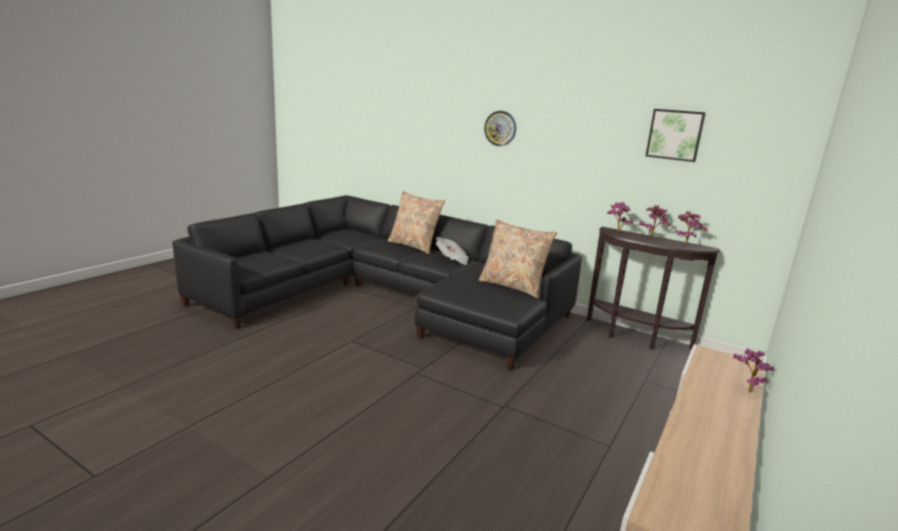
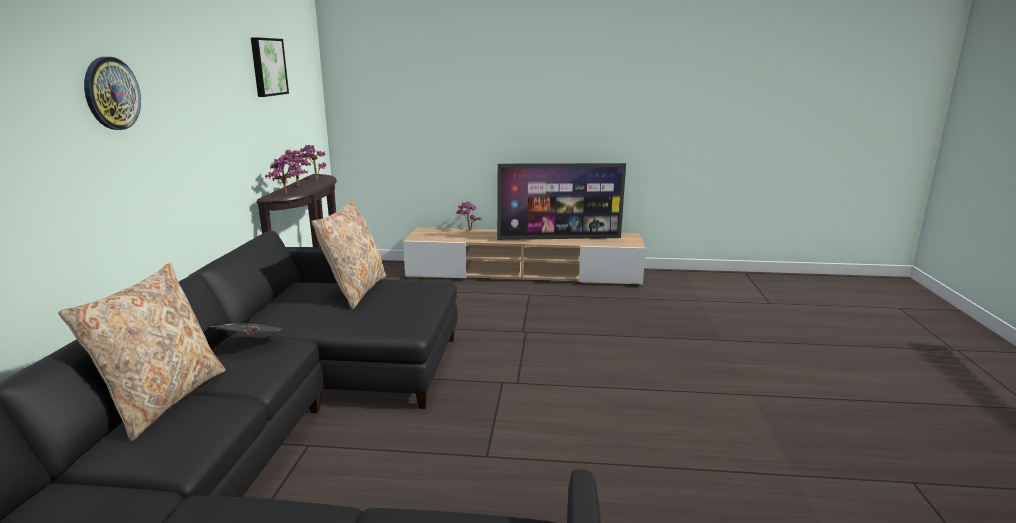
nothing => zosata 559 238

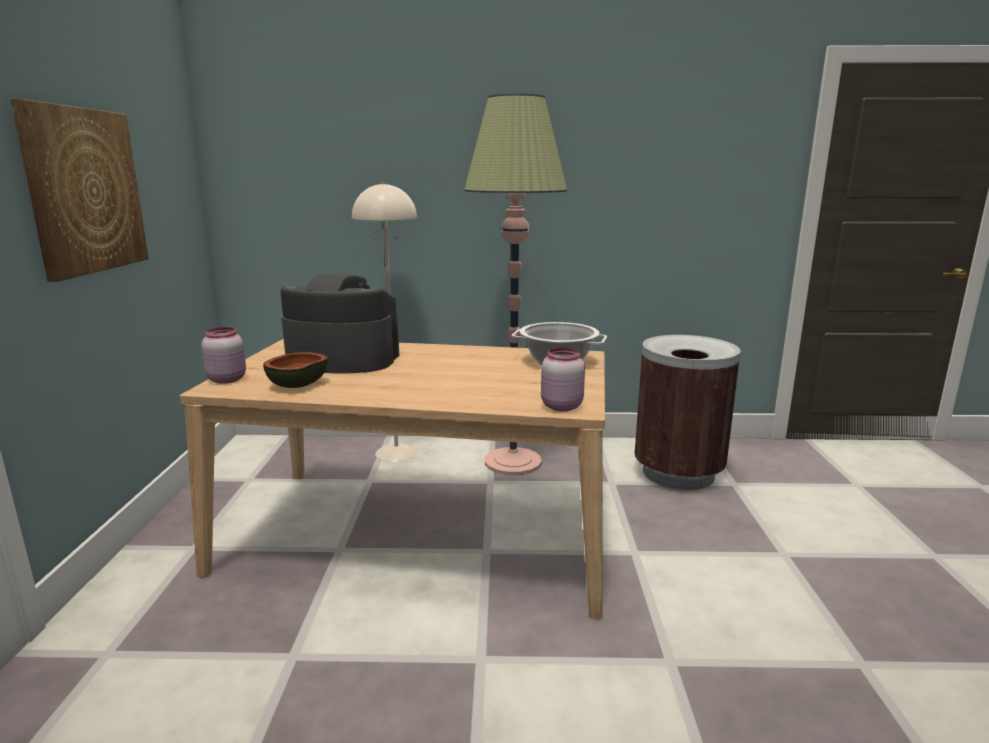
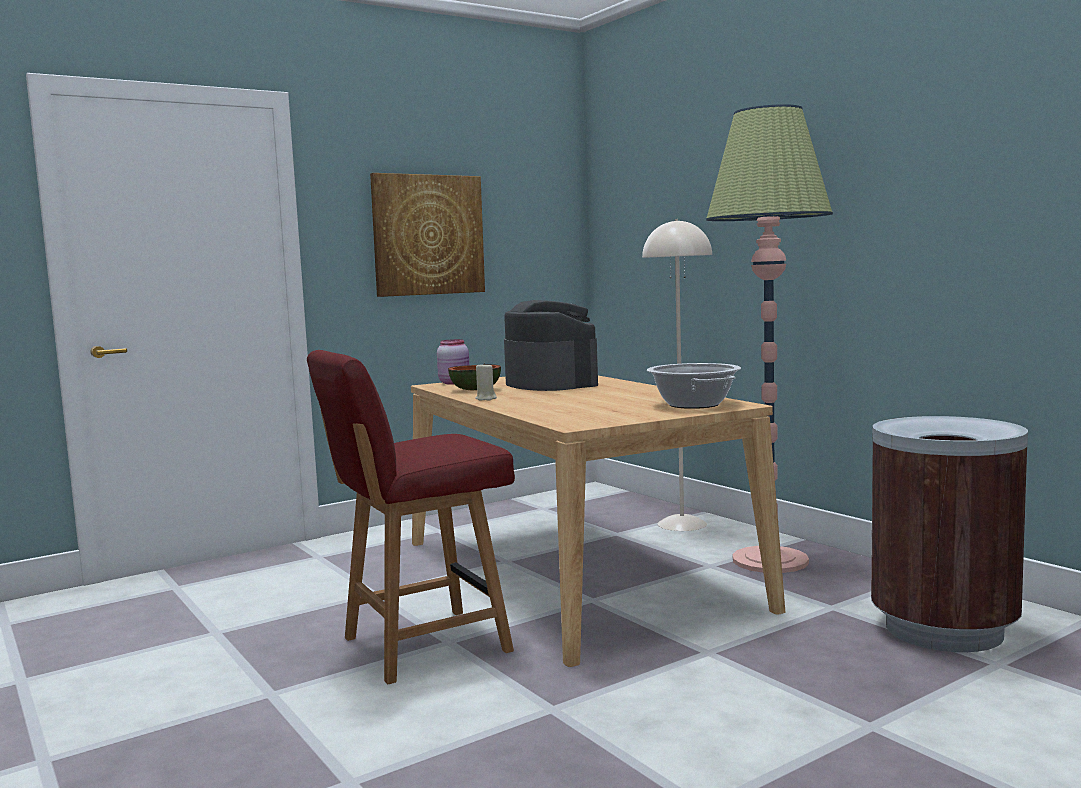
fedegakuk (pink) 560 406 => nothing
nothing => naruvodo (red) 422 645
nothing => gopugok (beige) 486 399

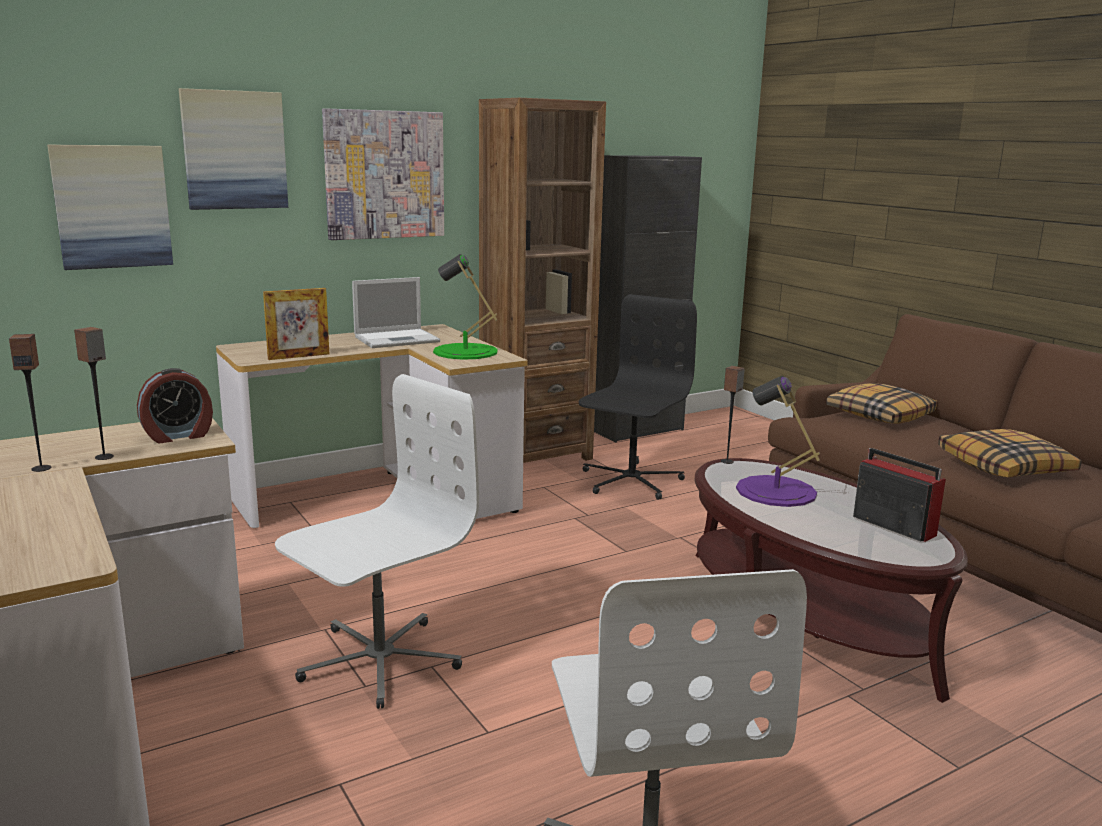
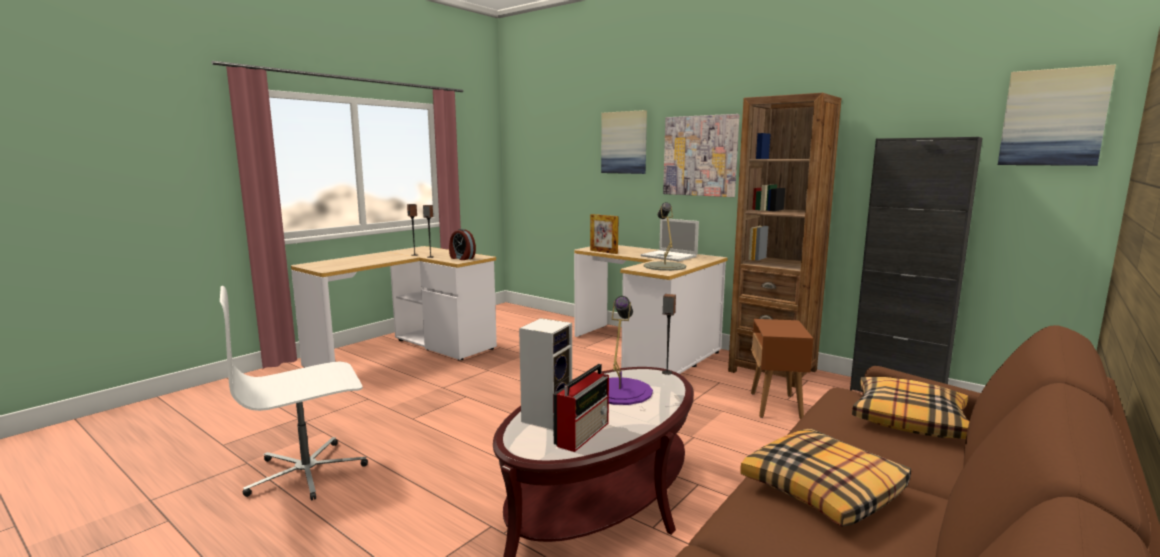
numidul 112 206 => numidul 1053 118, moved
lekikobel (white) 378 660 => nothing
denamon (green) 465 351 => denamon (grey) 664 266
lekikobel (black) 630 481 => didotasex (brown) 776 406
nothing => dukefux 547 416

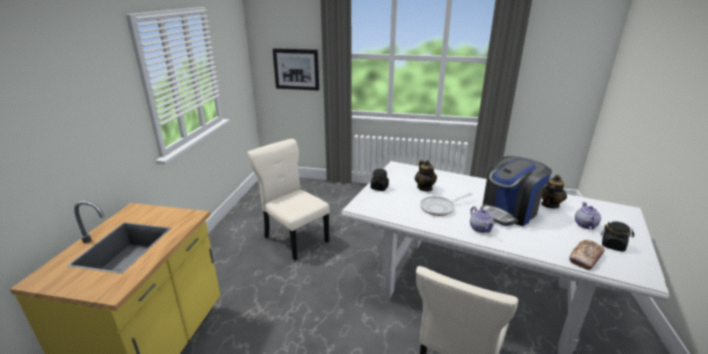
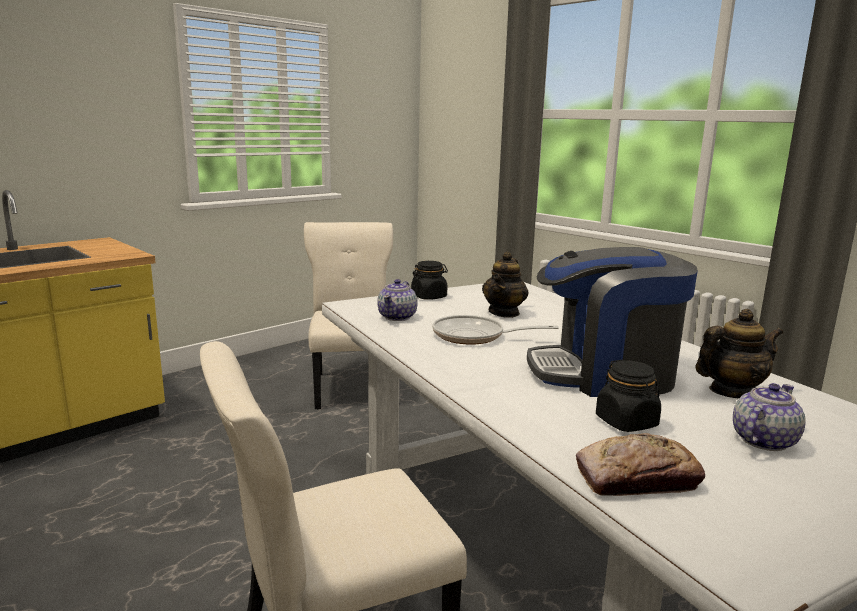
numidul 296 69 => nothing
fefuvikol 480 228 => fefuvikol 398 317, moved
fedegakuk (black) 613 245 => fedegakuk (black) 626 422, moved

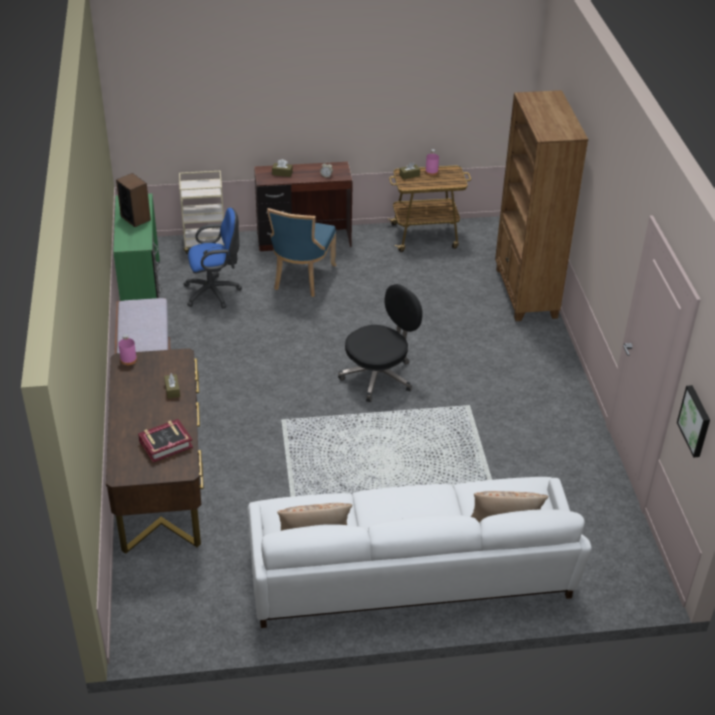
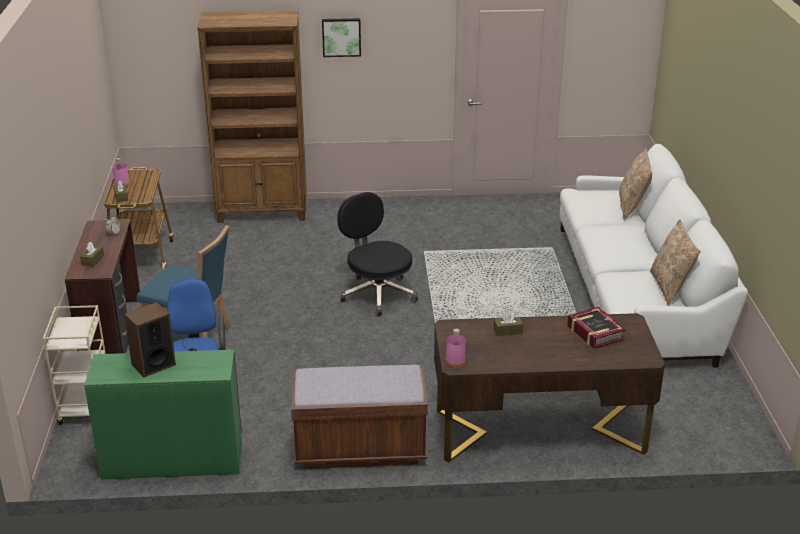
numidul 696 421 => numidul 341 37, moved

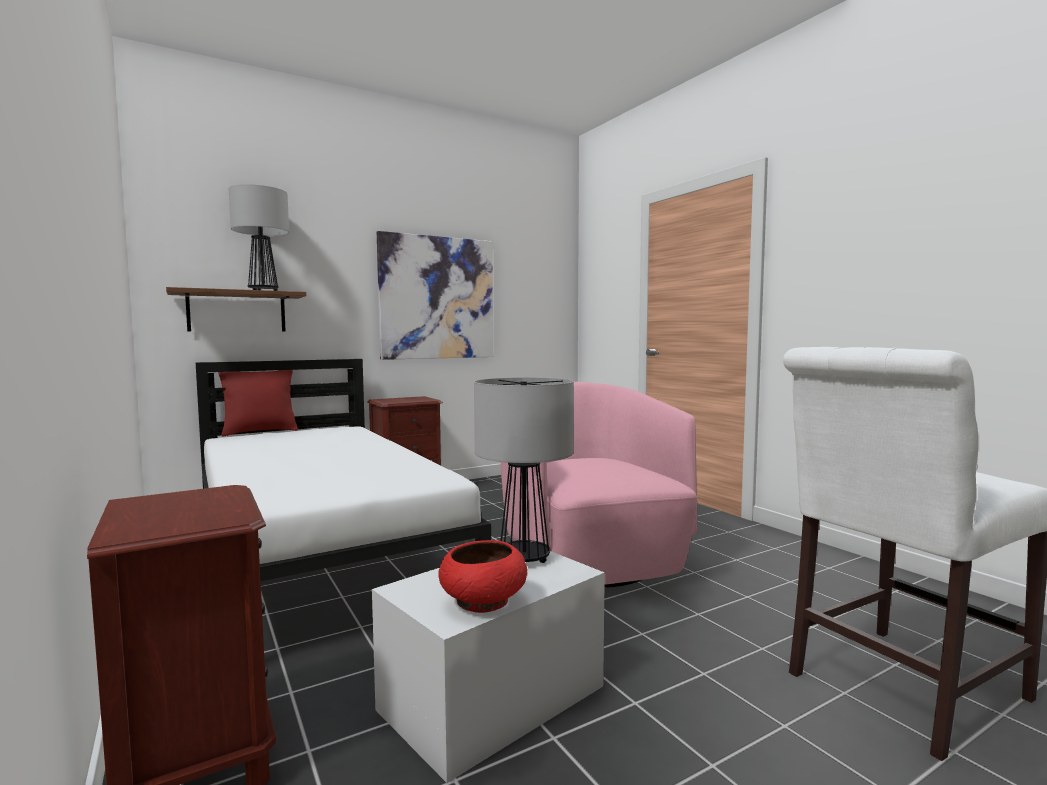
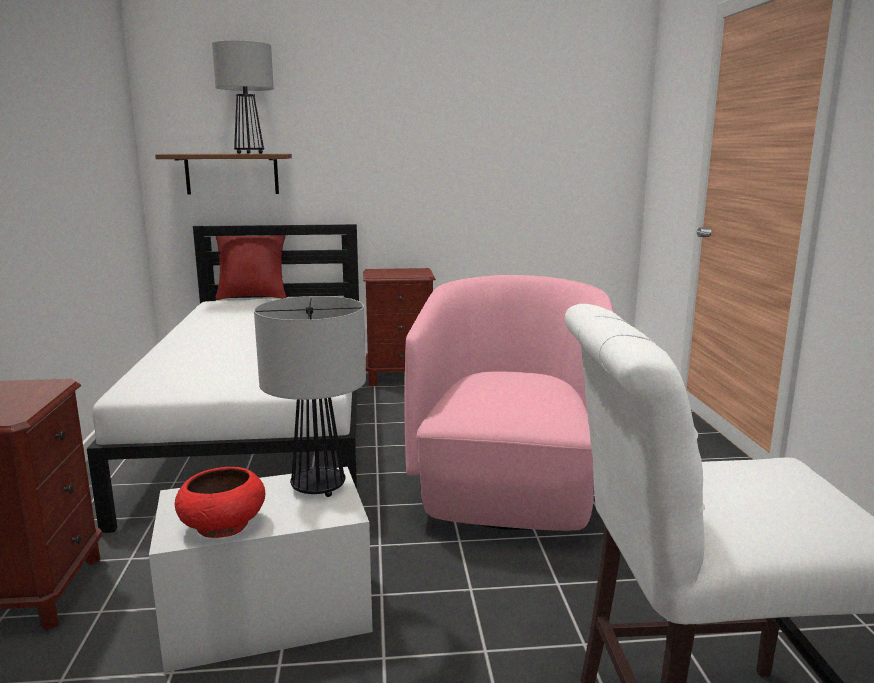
numidul 437 298 => nothing

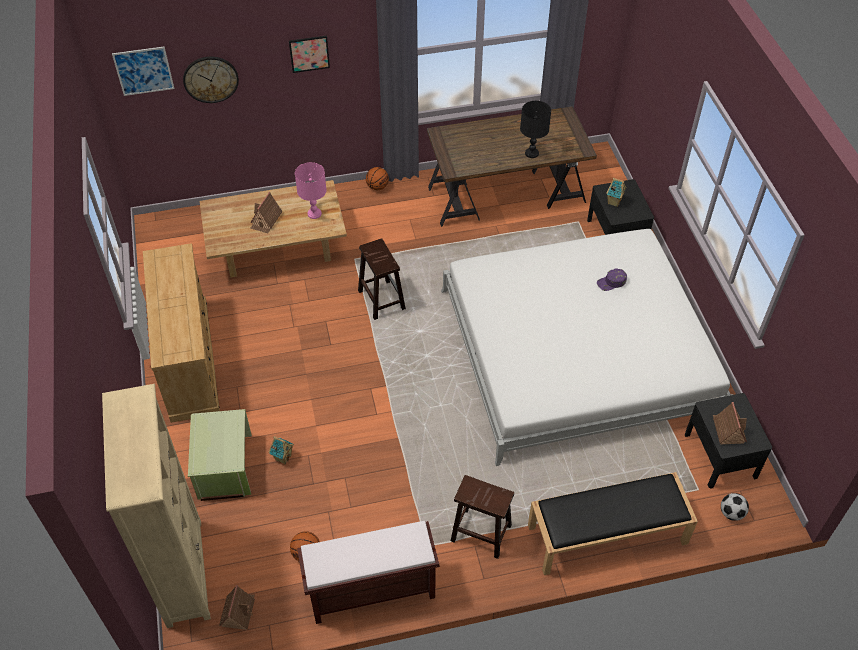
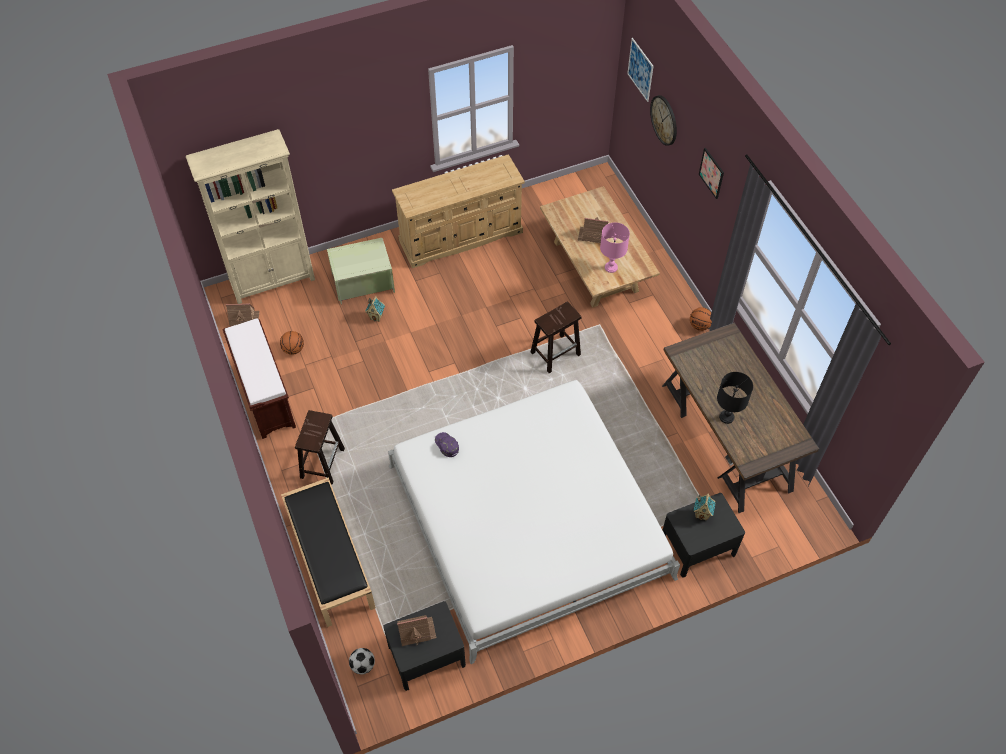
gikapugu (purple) 611 282 => gikapugu (purple) 446 445, moved

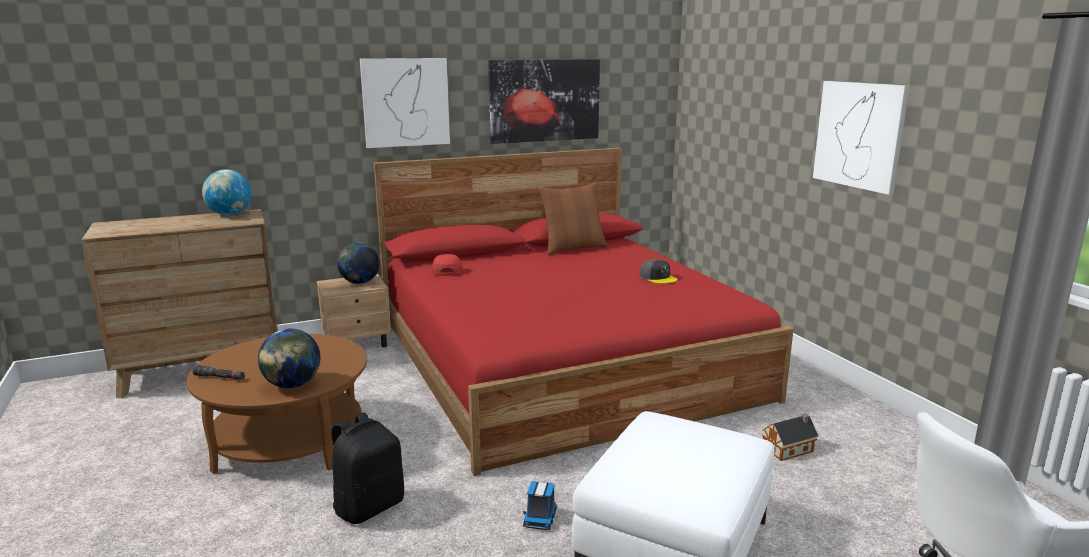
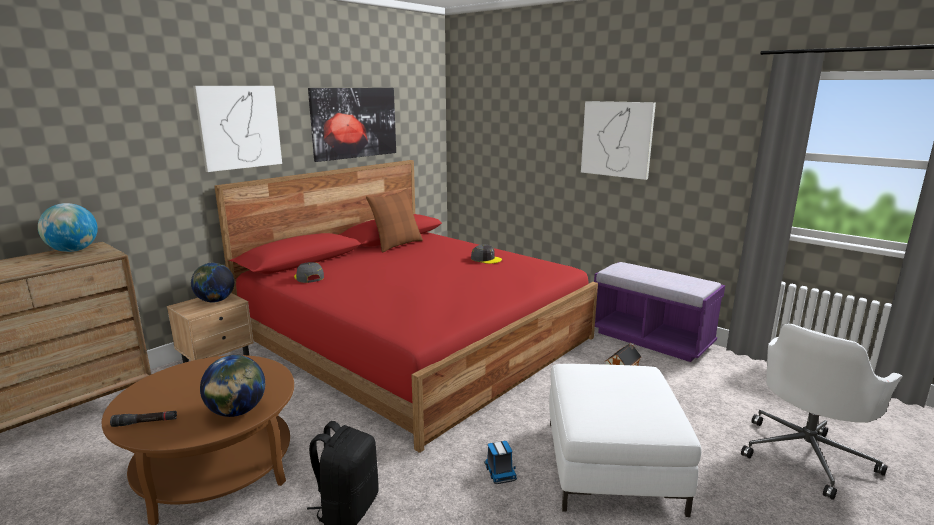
gikapugu (red) 446 270 => gikapugu (grey) 308 277
nothing => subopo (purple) 651 339

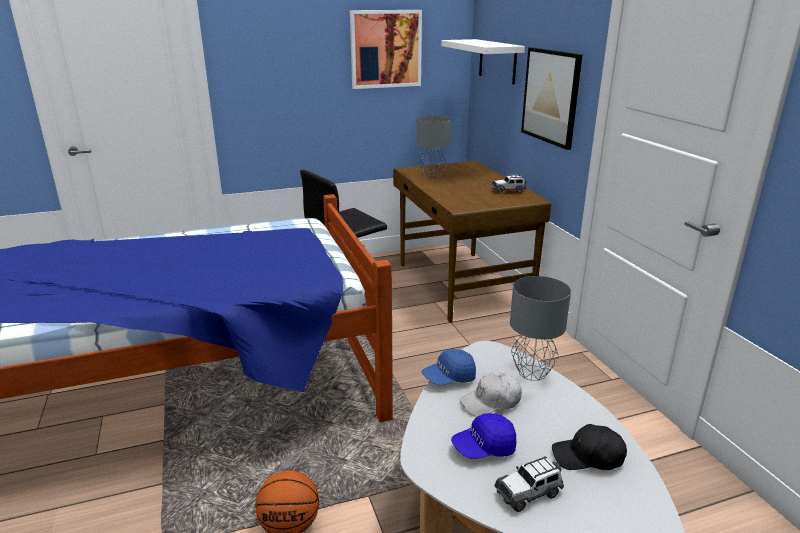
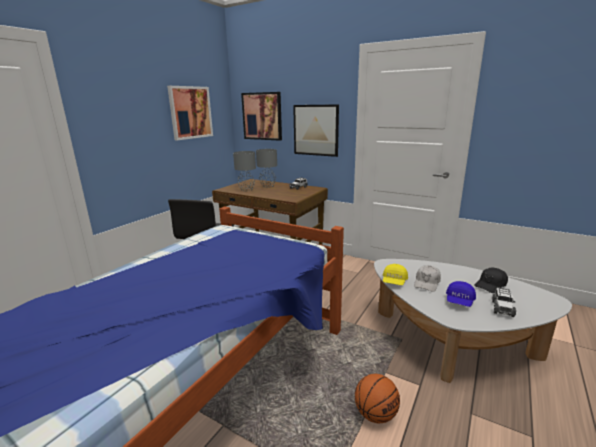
gikapugu (blue) 449 378 => gikapugu (yellow) 394 281
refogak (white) 497 61 => numidul 262 116
denamon (grey) 533 373 => denamon (grey) 268 186, moved

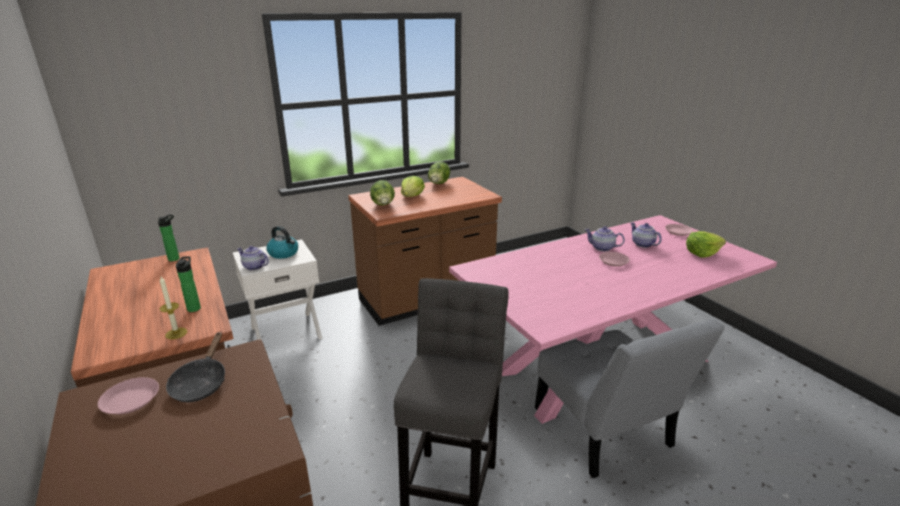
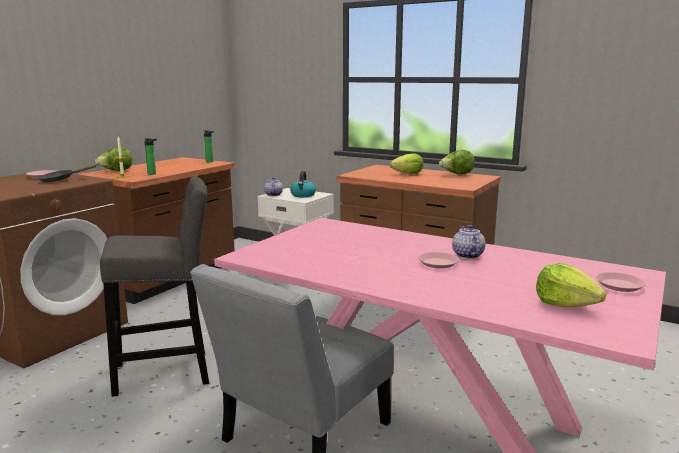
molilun 383 206 => molilun 116 171, moved
fefuvikol 642 244 => nothing

